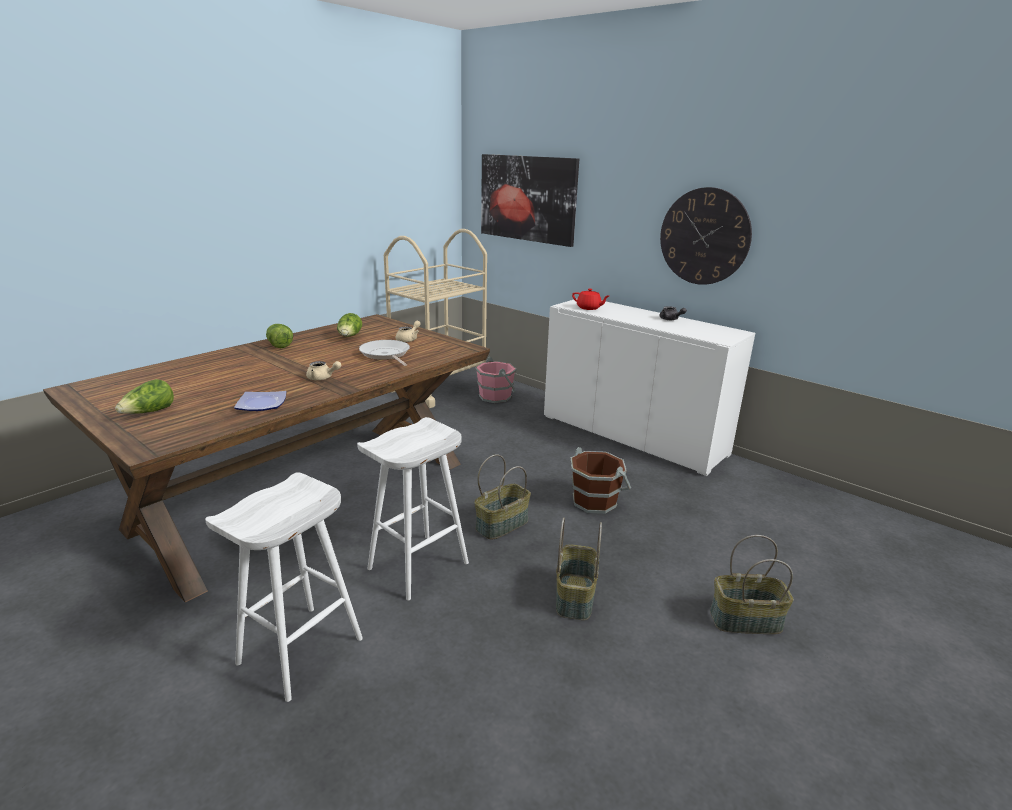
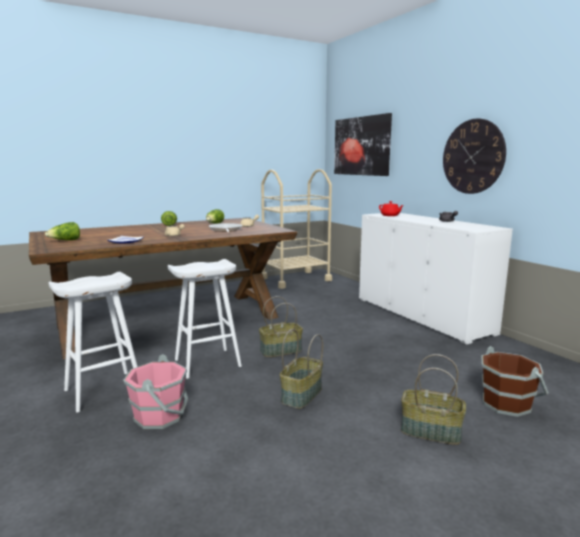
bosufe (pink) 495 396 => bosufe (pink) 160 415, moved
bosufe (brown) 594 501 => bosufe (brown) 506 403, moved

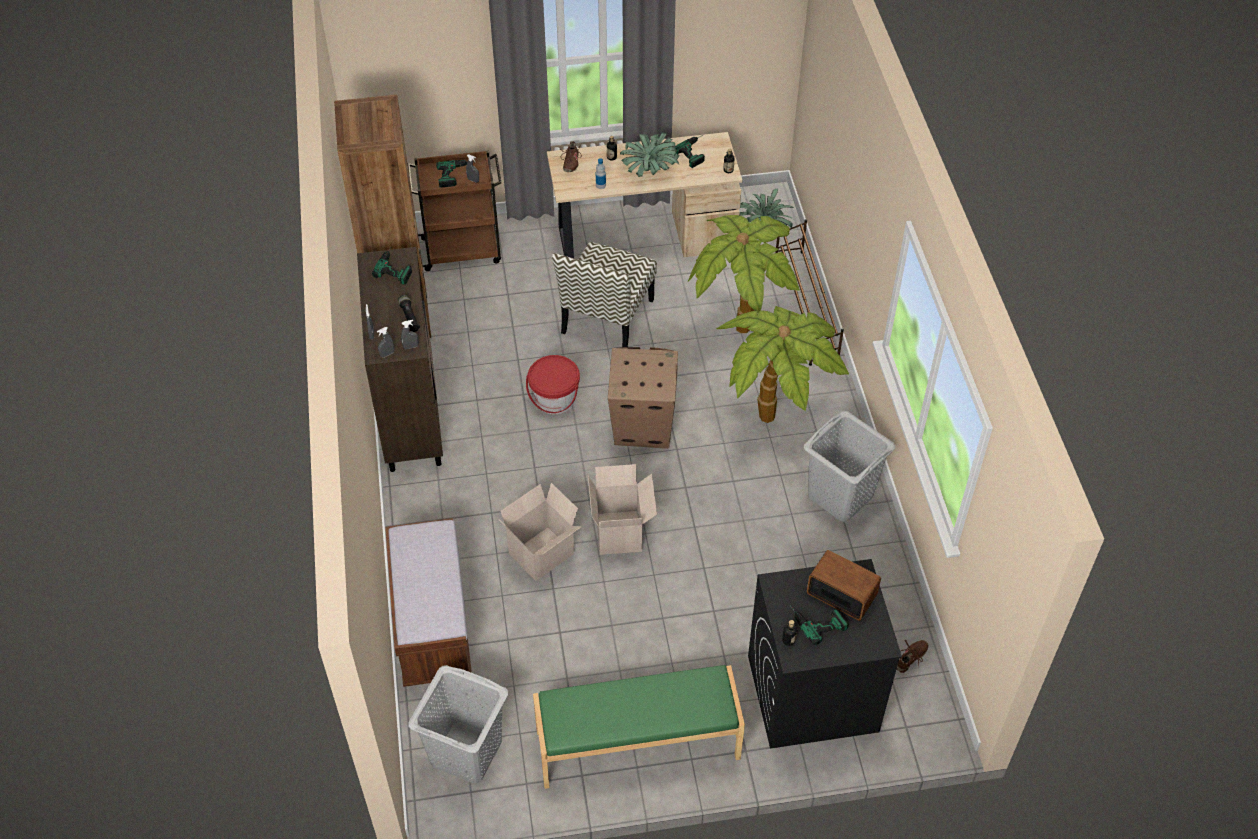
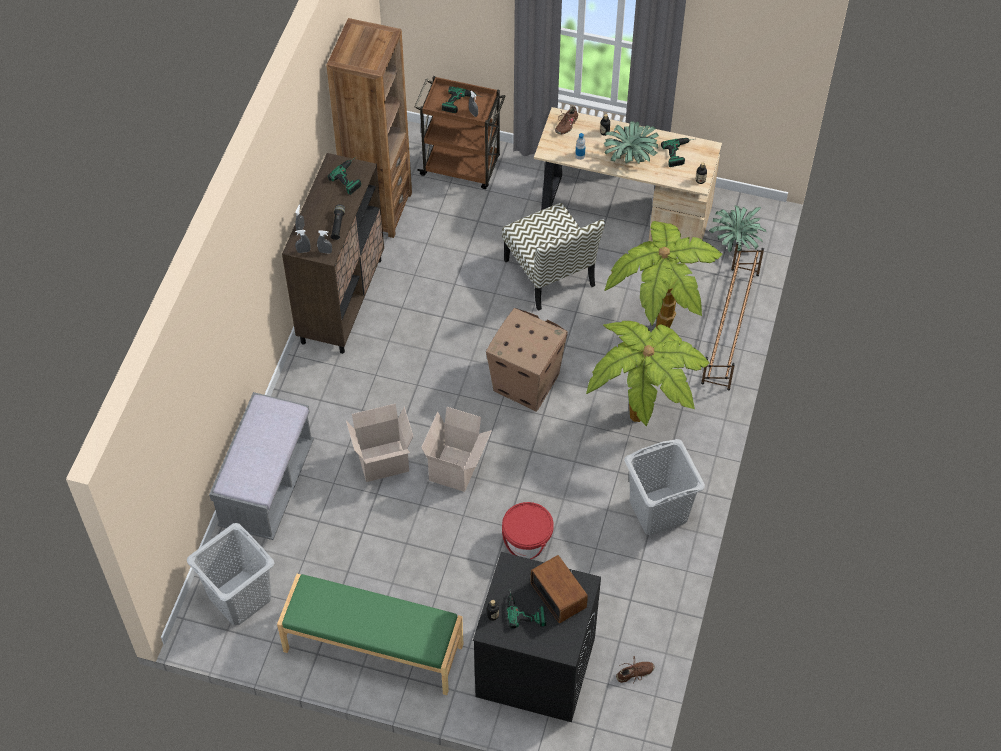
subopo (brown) 432 626 => subopo (grey) 267 486
bosufe (red) 555 399 => bosufe (red) 527 542, moved
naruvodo 607 317 => naruvodo 550 274, 75 degrees counterclockwise

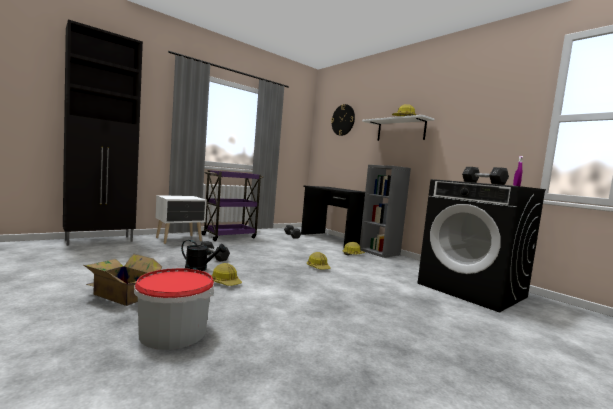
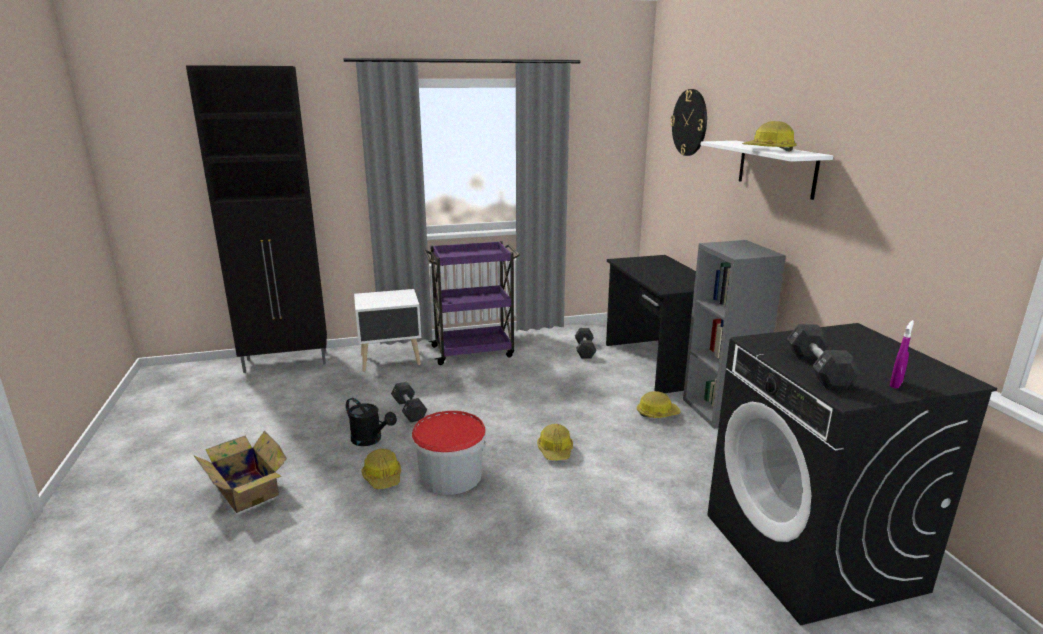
bosufe 173 333 => bosufe 451 476, moved

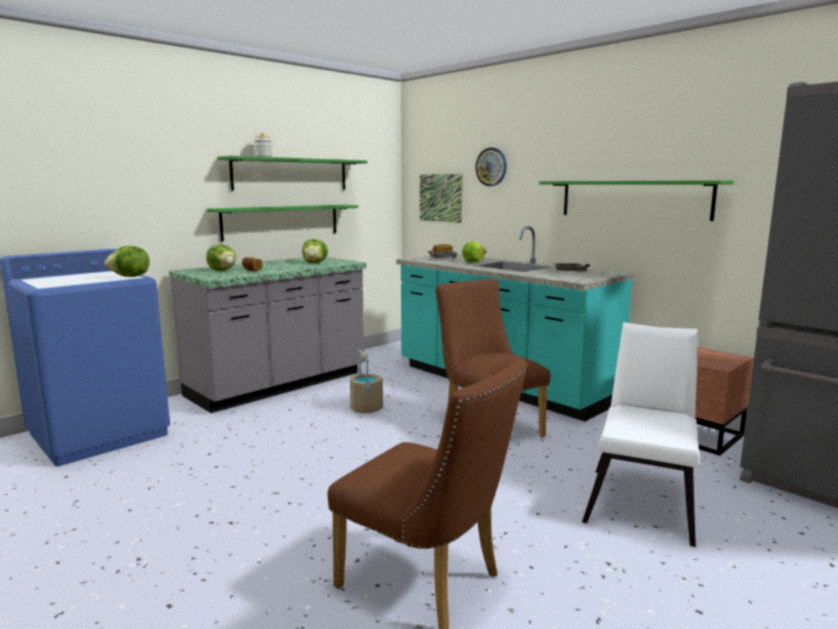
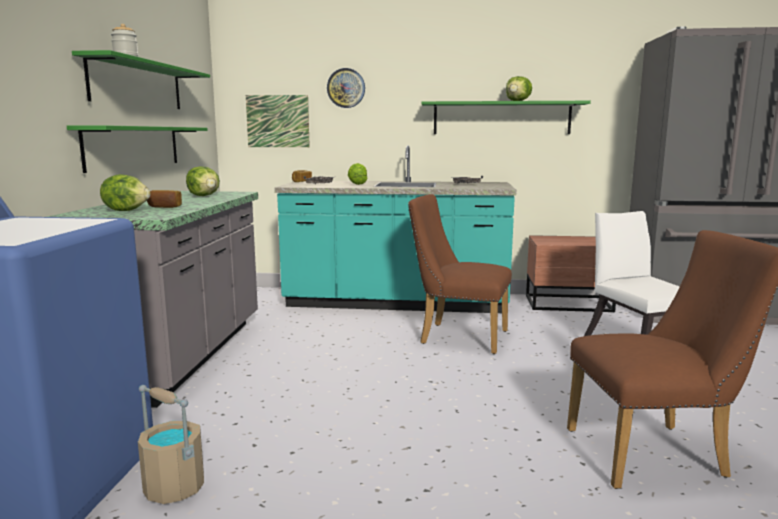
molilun 130 277 => molilun 518 101, moved
bosufe (beige) 366 408 => bosufe (beige) 173 487, moved

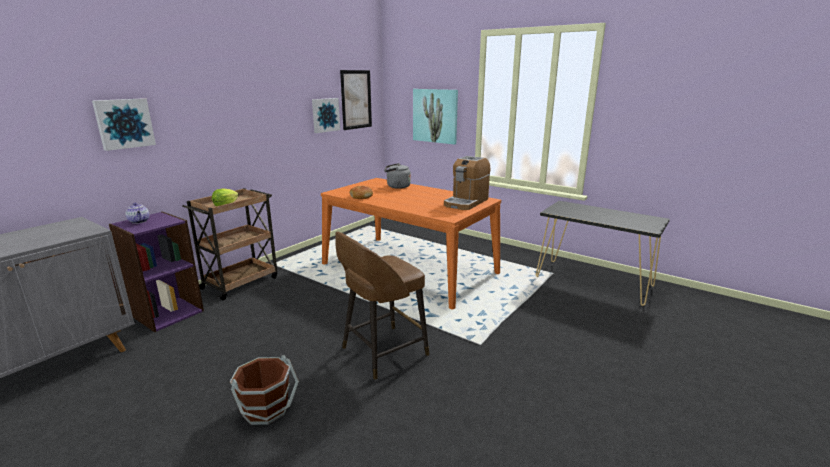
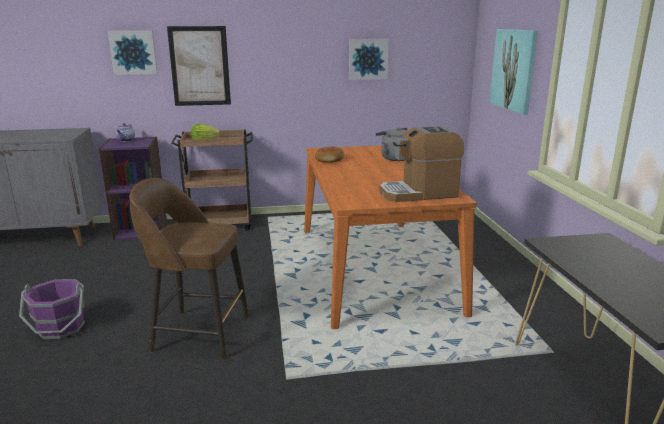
bosufe (brown) 266 409 => bosufe (purple) 61 328
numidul 356 99 => numidul 200 66, moved

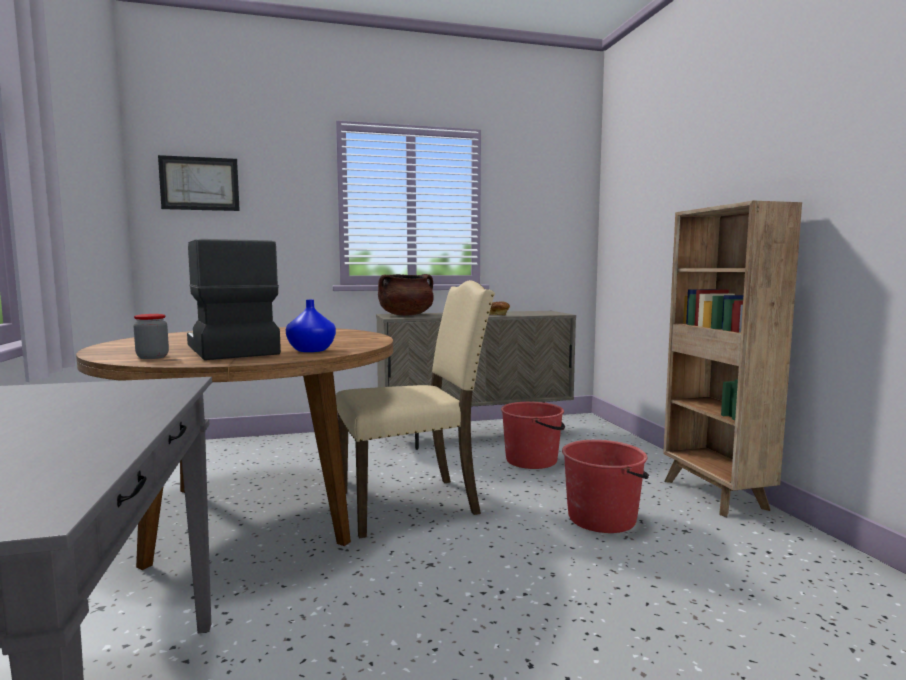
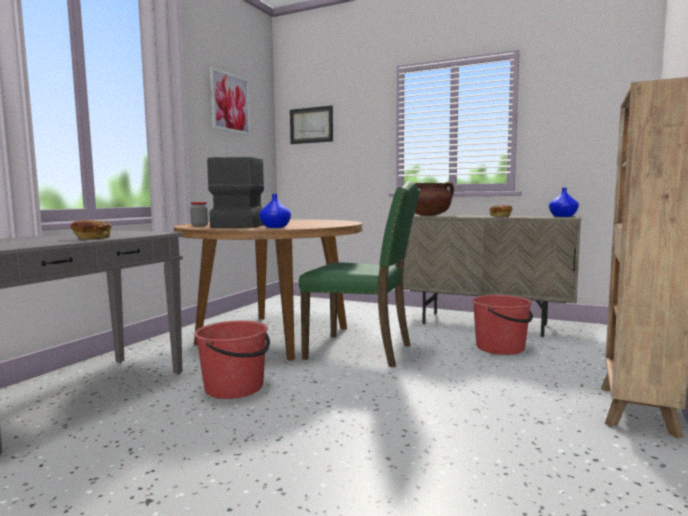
naruvodo (beige) 412 503 => naruvodo (green) 362 351
bosufe (red) 602 518 => bosufe (red) 235 387, moved
nothing => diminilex 91 238
nothing => numidul 230 103
nothing => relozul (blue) 562 216

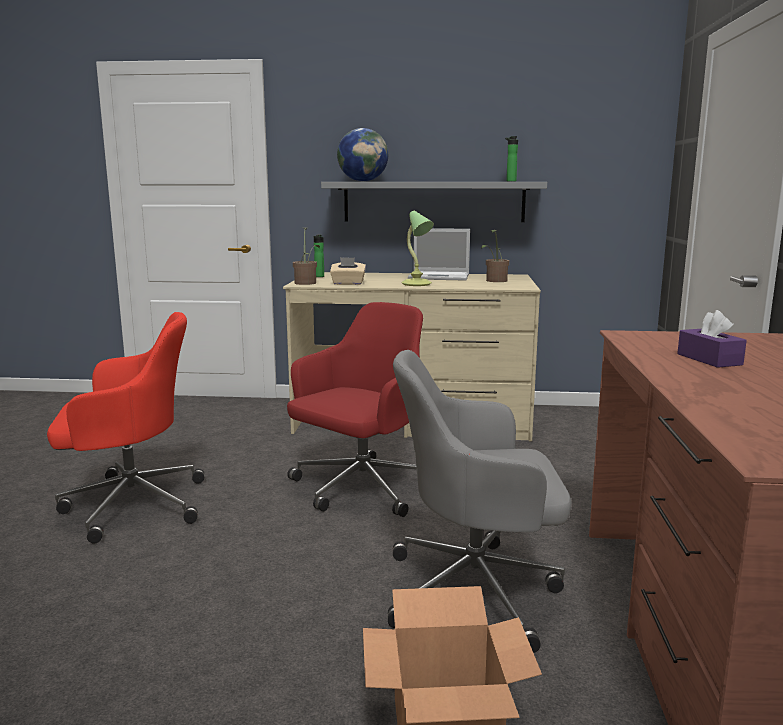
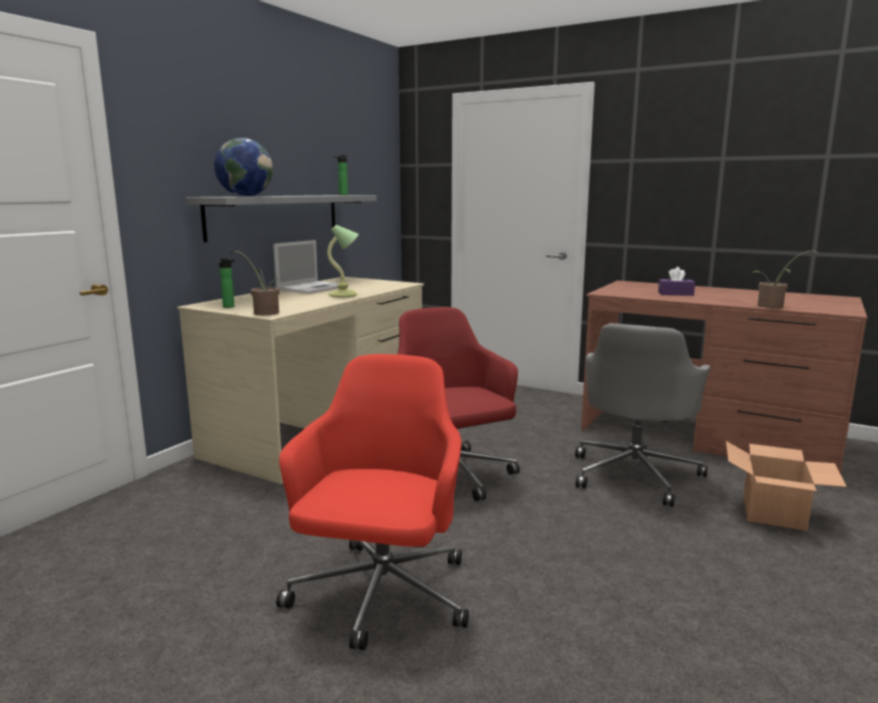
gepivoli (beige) 348 283 => nothing
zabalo 495 281 => zabalo 774 307, moved

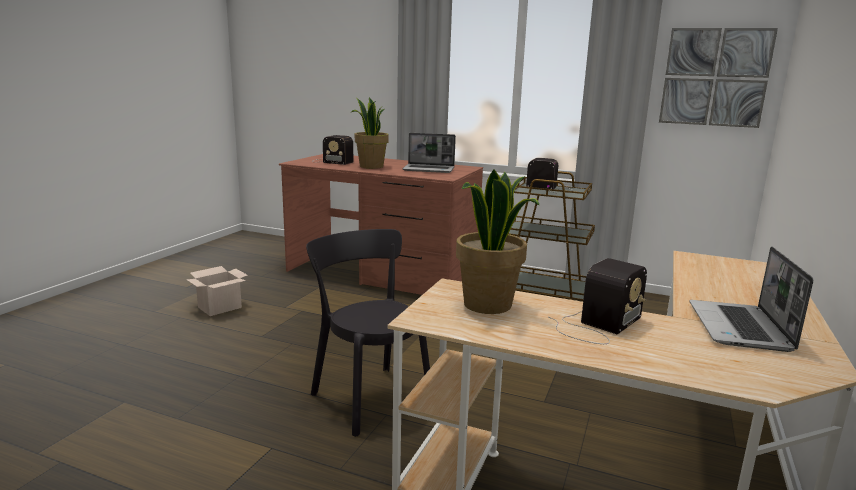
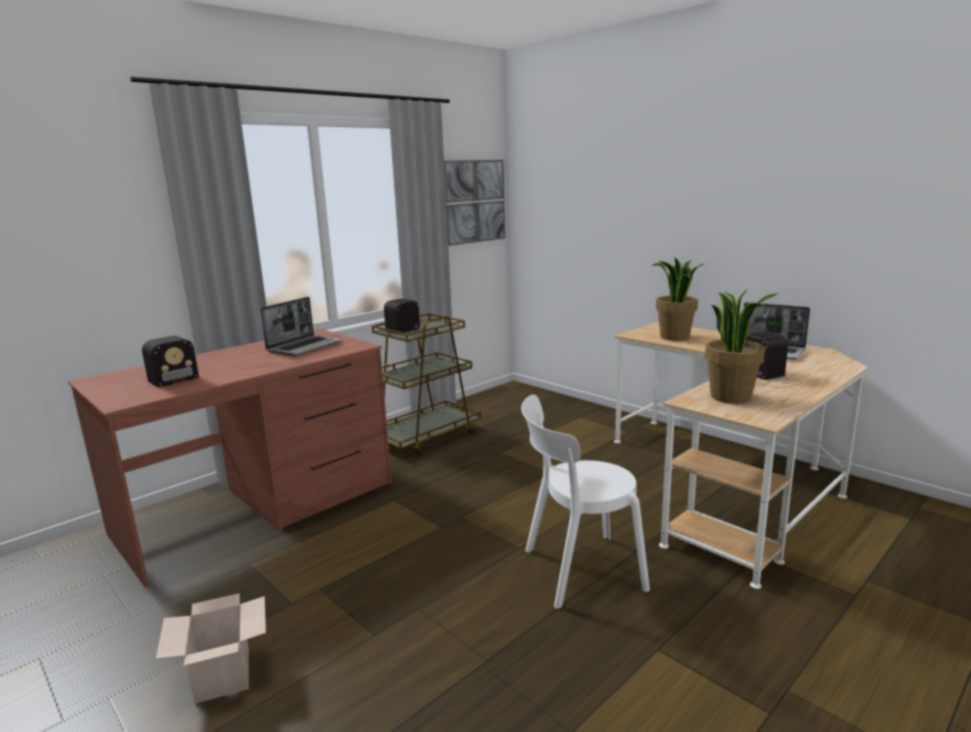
naruvodo (black) 369 396 => naruvodo (white) 577 570
zabalo 371 166 => zabalo 674 337, moved

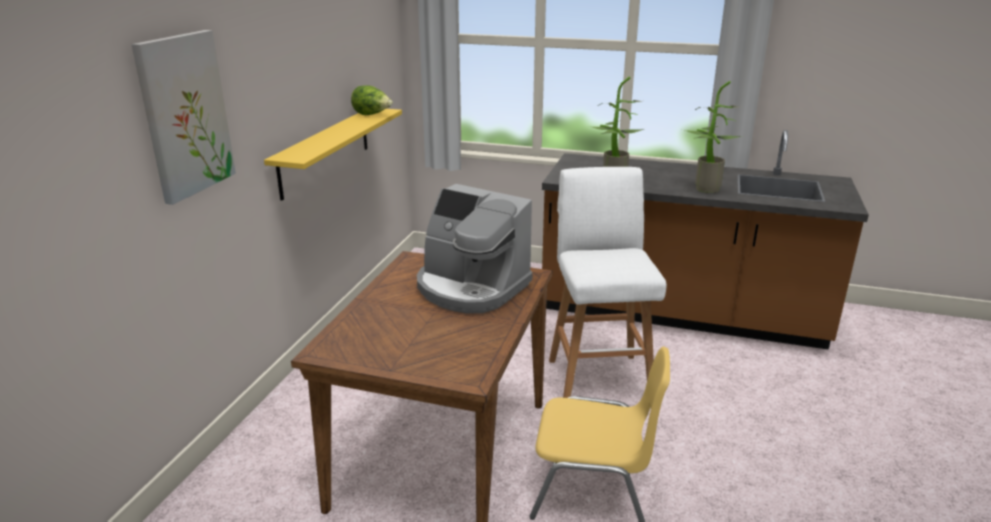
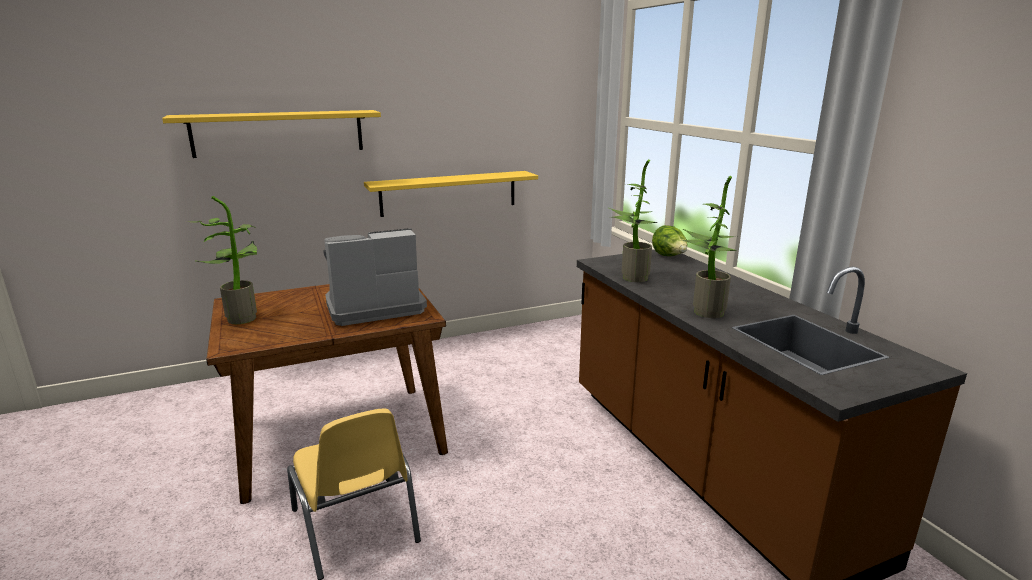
numidul 185 115 => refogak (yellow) 279 133
molilun 372 115 => molilun 669 257, moved
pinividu 471 288 => pinividu 373 307, 75 degrees clockwise
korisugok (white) 598 378 => nothing
nothing => zabalo 242 317

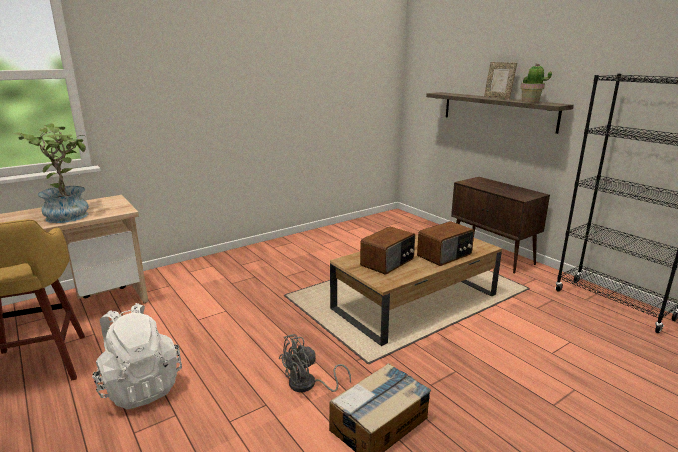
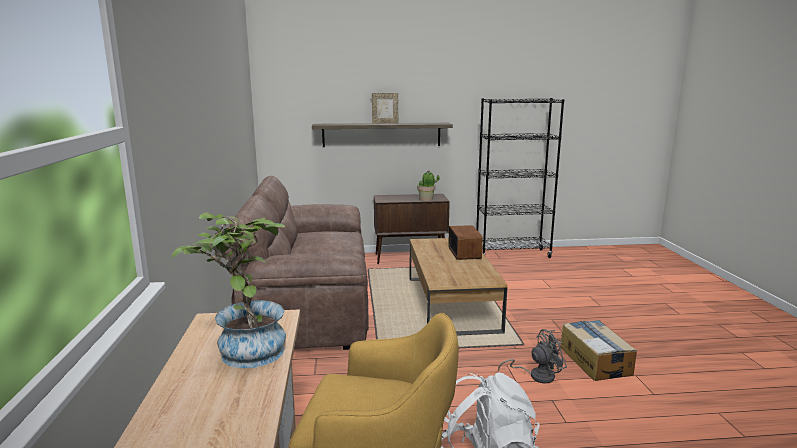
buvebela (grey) 308 385 => buvebela (grey) 536 375, 105 degrees counterclockwise
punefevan 388 262 => nothing
zabalo 530 102 => zabalo 426 199, moved
nothing => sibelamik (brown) 307 305

